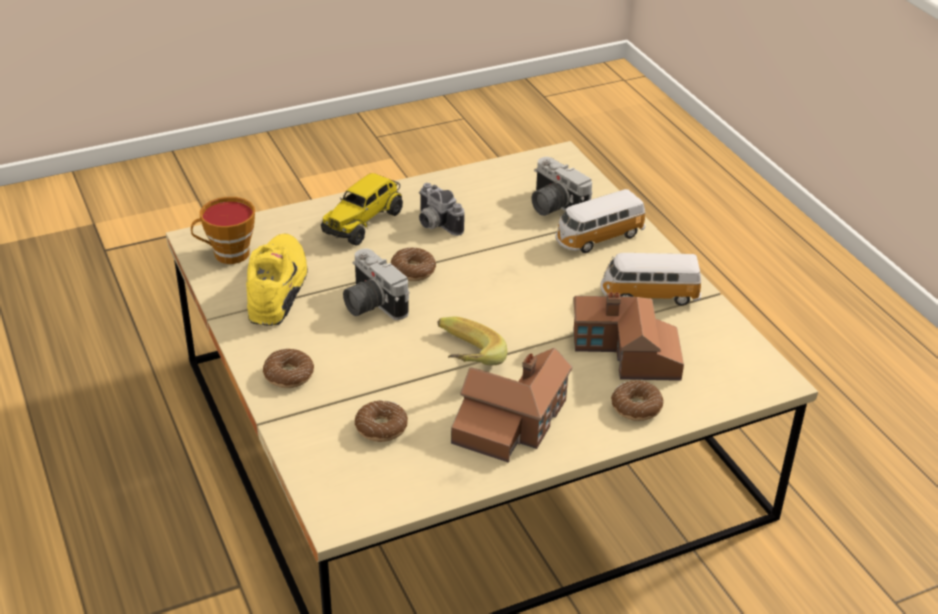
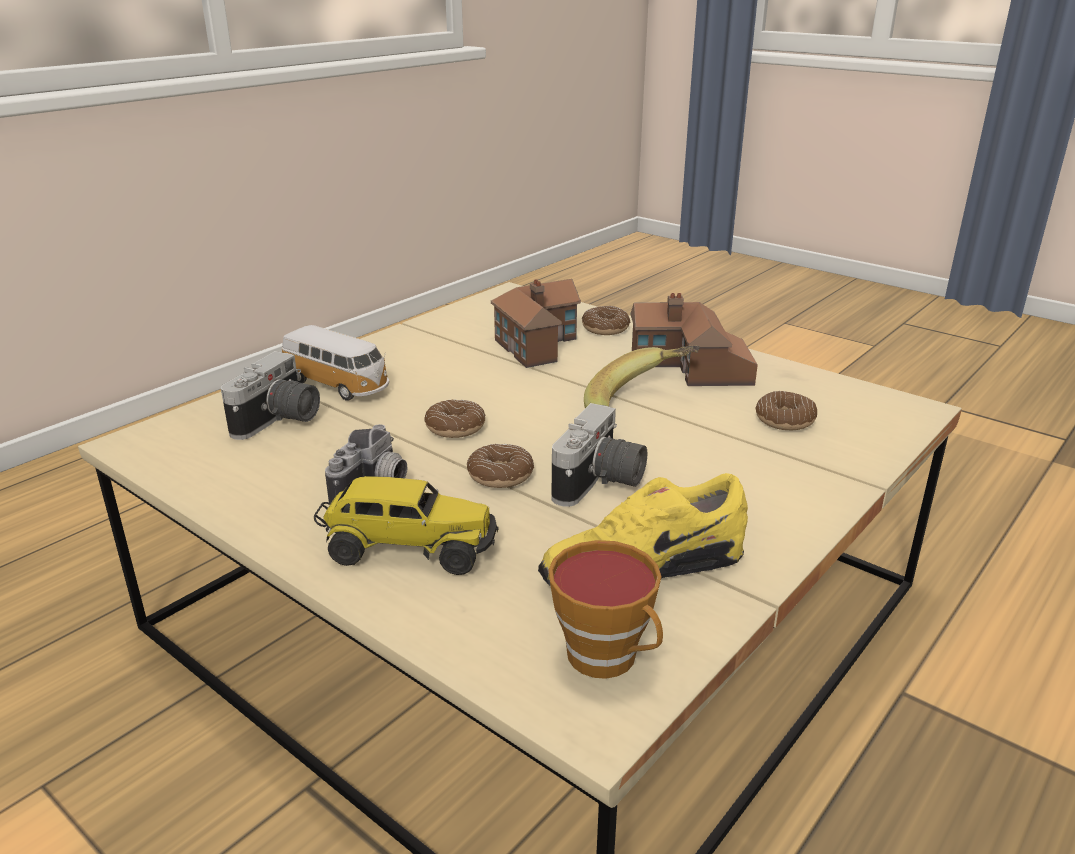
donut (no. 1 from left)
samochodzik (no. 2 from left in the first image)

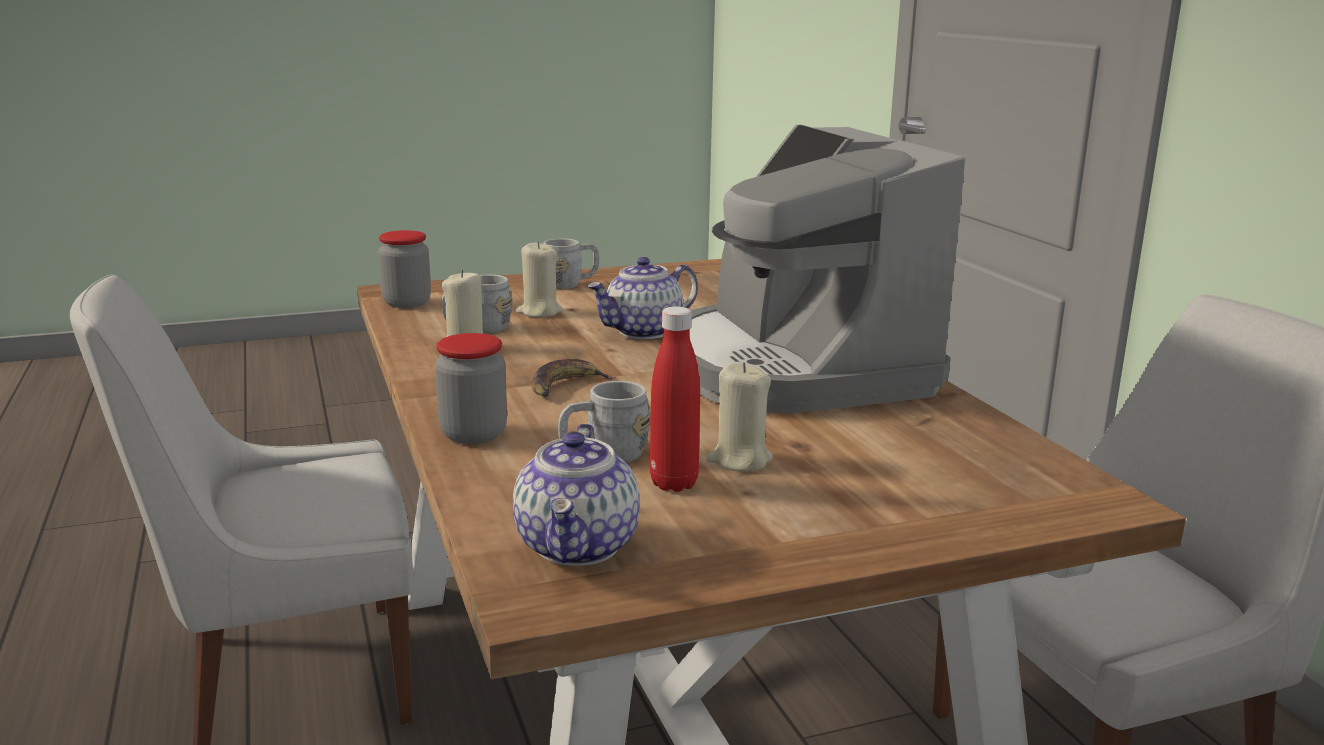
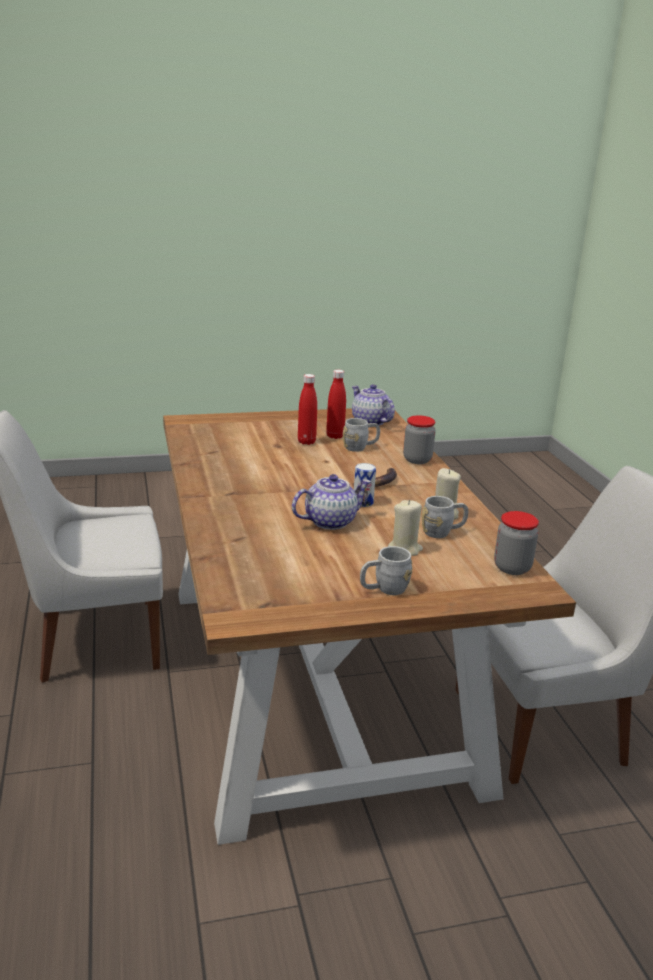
imbryk (no. 2 from left)
ekspres do kawy
butelka (czerwony) (no. 1 from left)
puszka

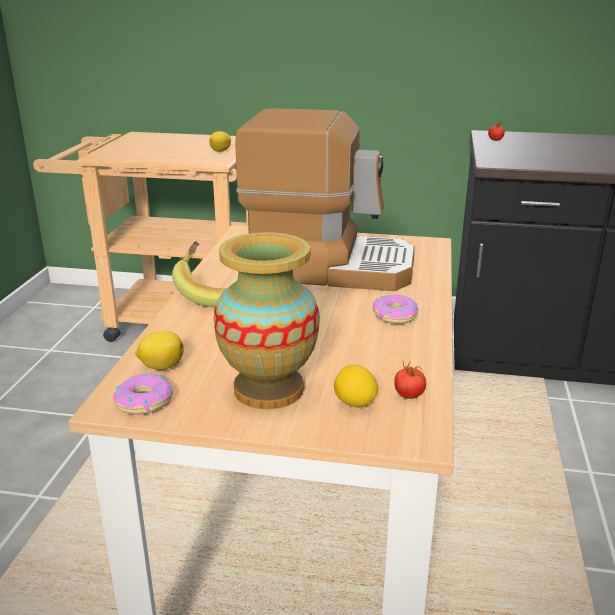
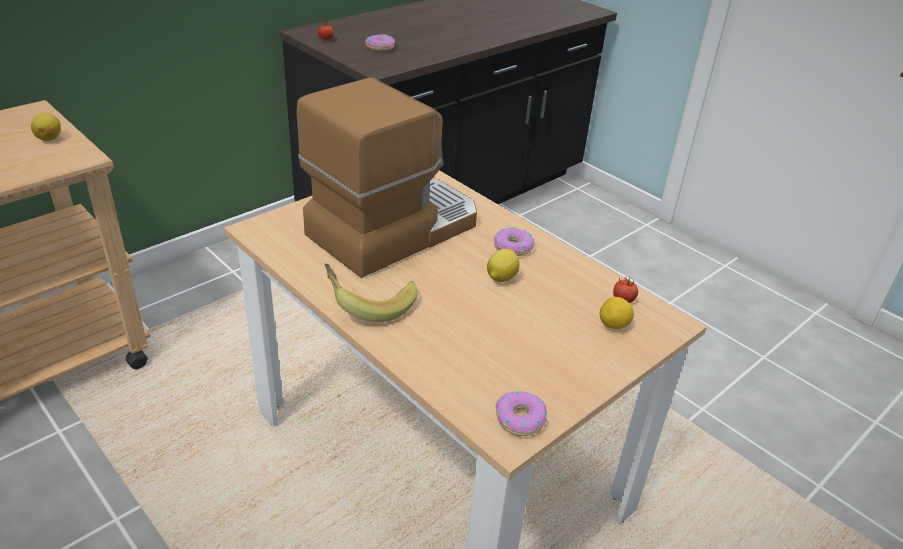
cytryna (no. 2 from left)
wazon
donut (no. 1 from left)

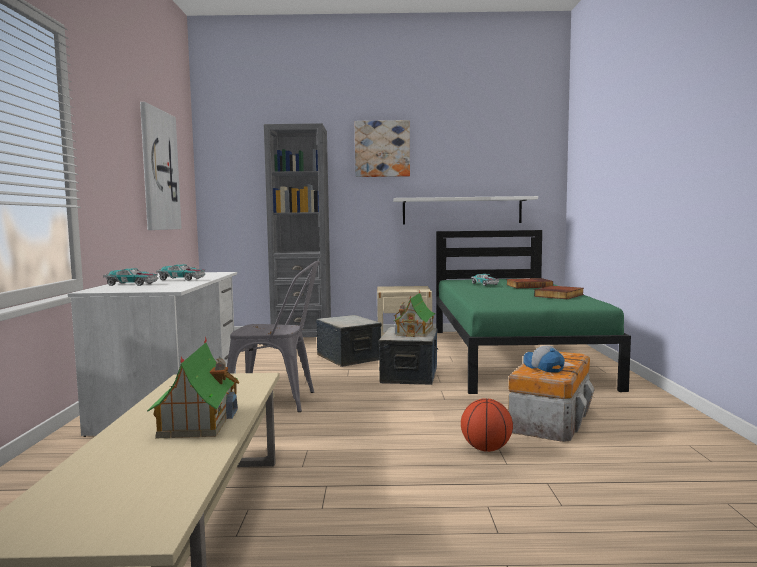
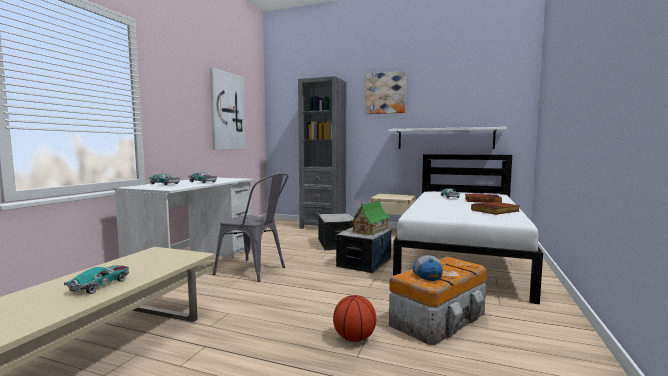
samochodzik (no. 1 from left)
łóżko (biały)

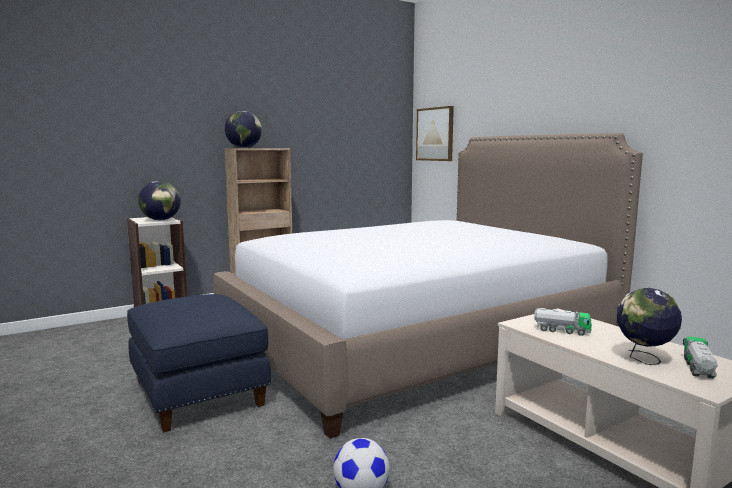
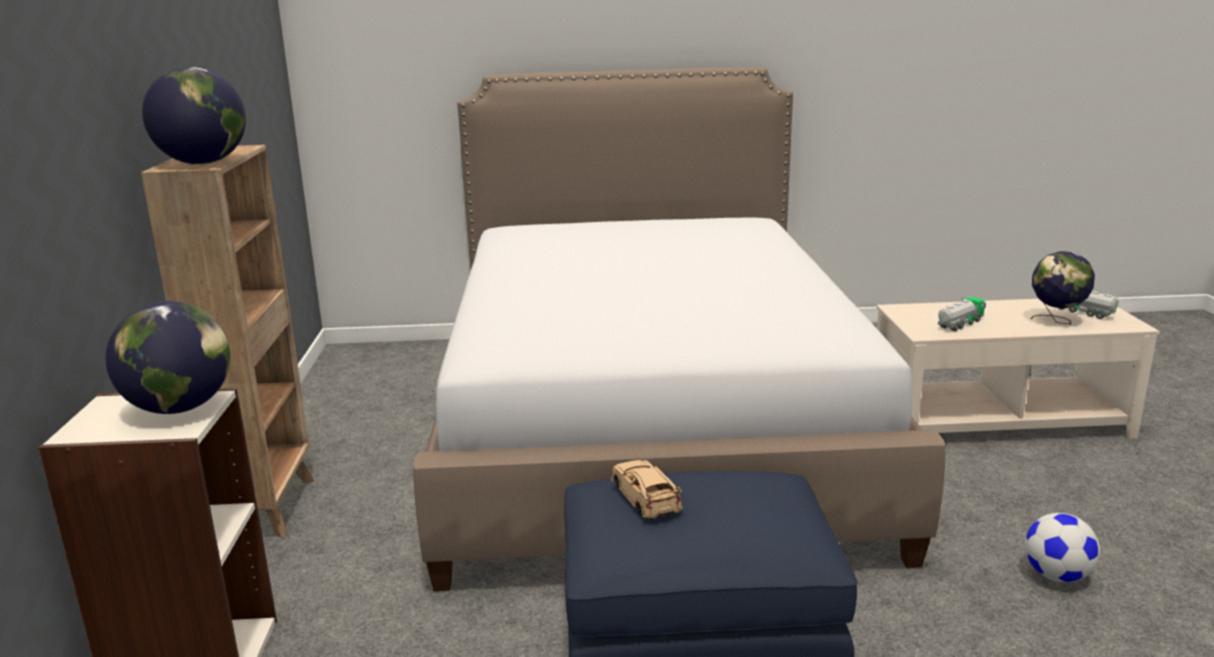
obraz
samochodzik (beżowy)

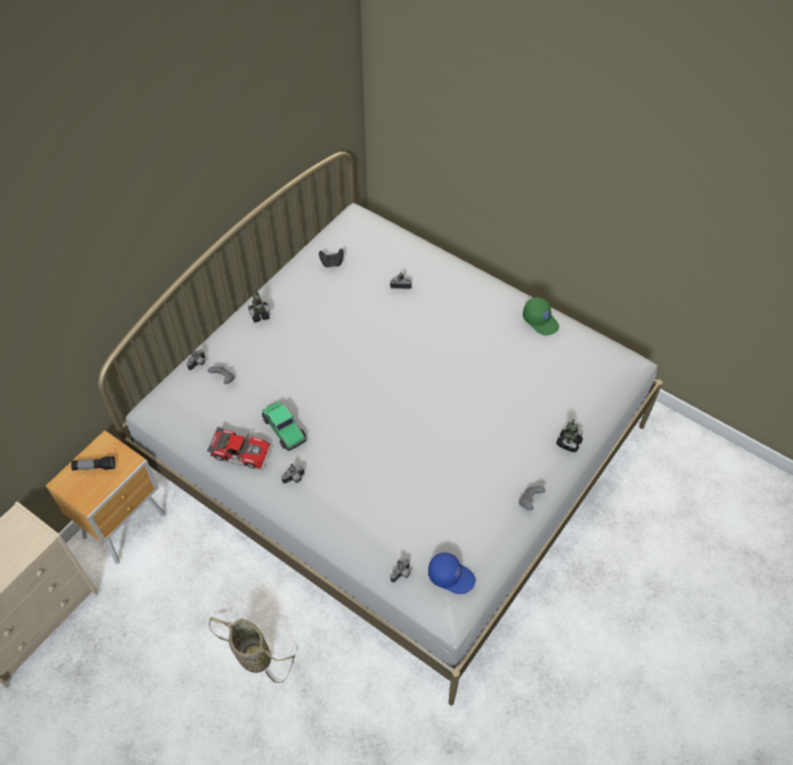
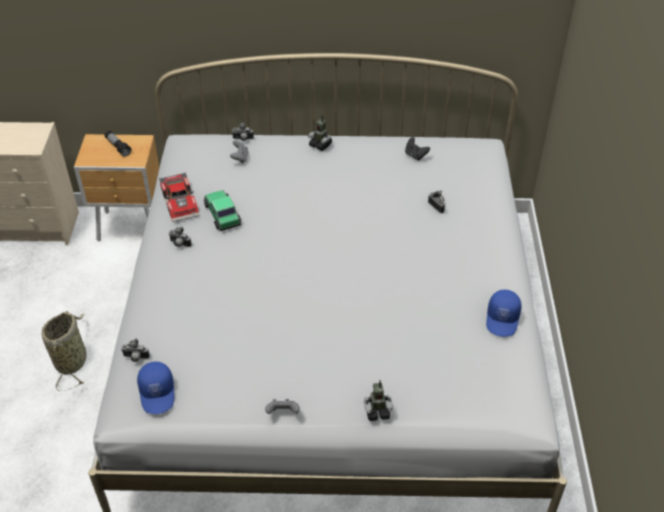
samochodzik (no. 2 from left)
czapka z daszkiem (niebieski) (no. 2 from left)

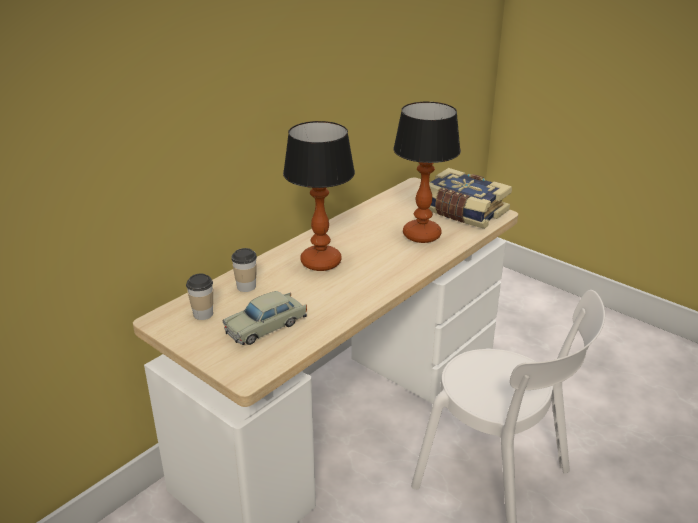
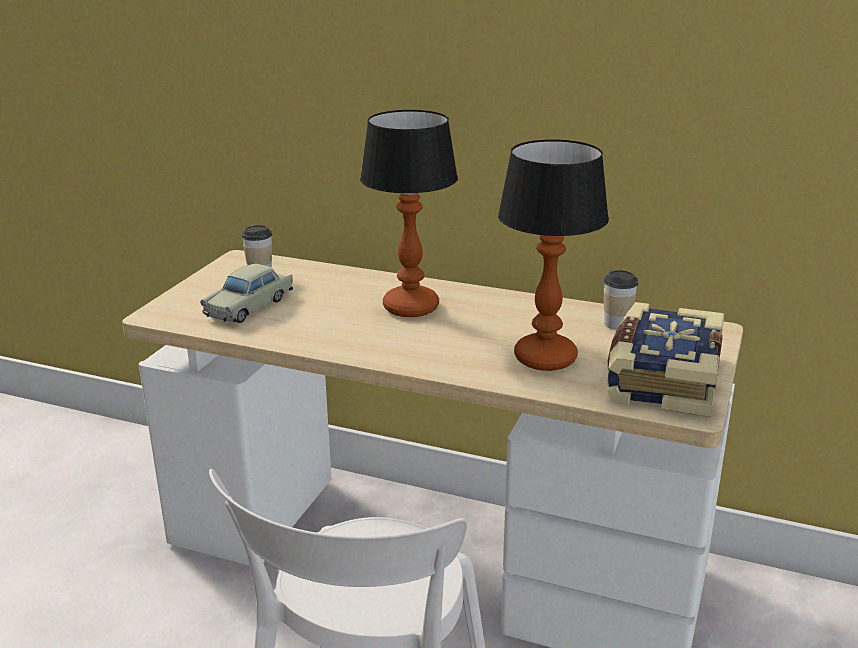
samochodzik (beżowy)
filiżanka (no. 2 from left)

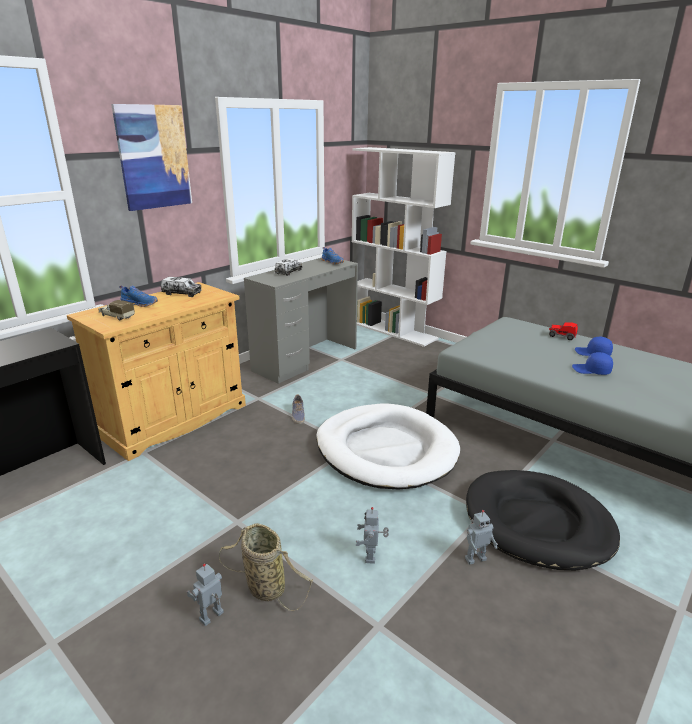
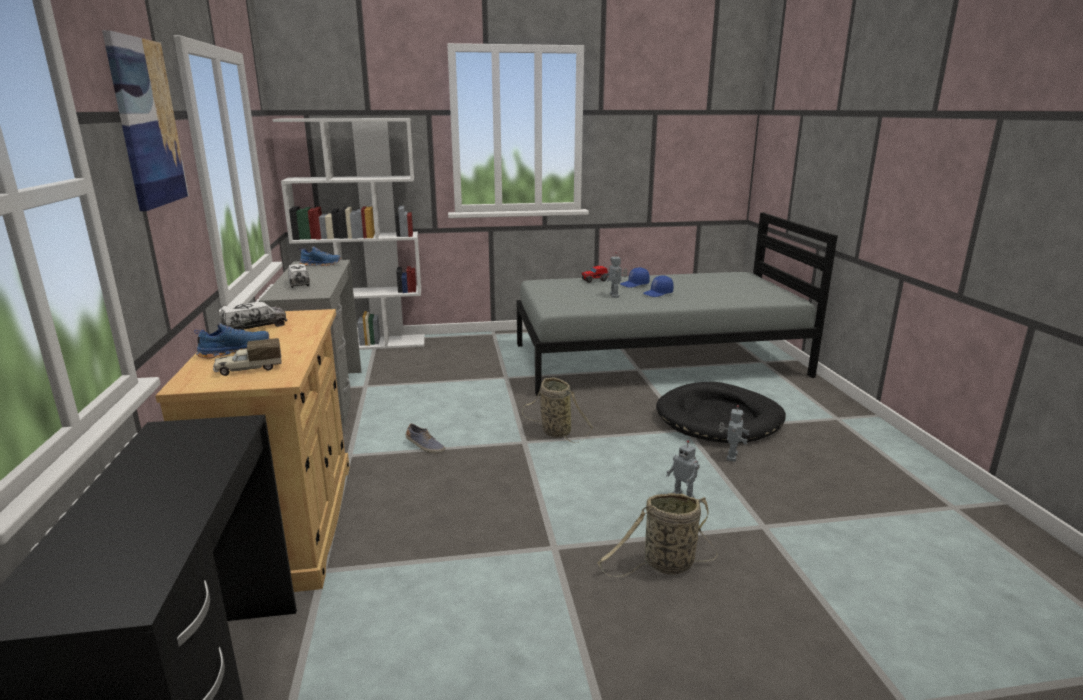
robot zabawkowy (no. 1 from left)
koszyk (no. 1 from left)

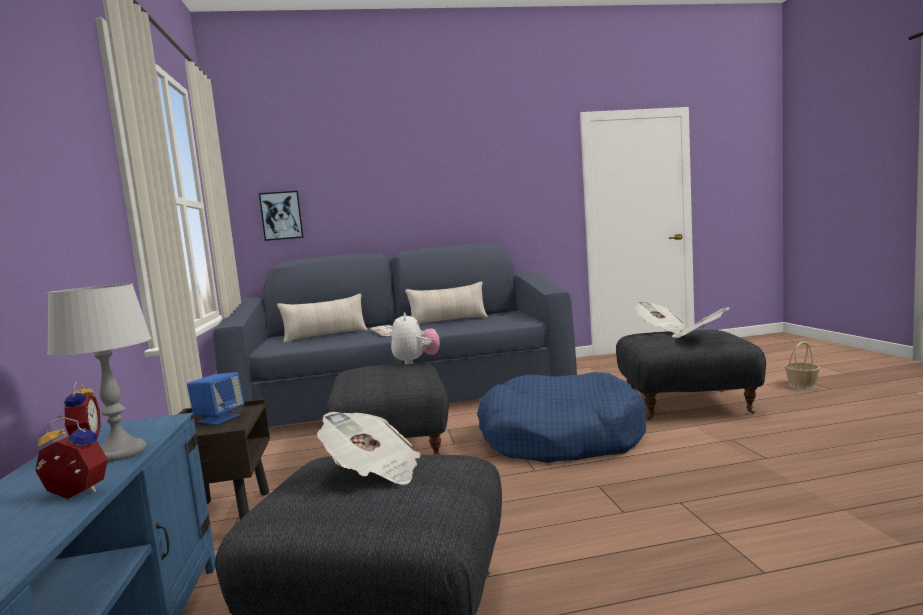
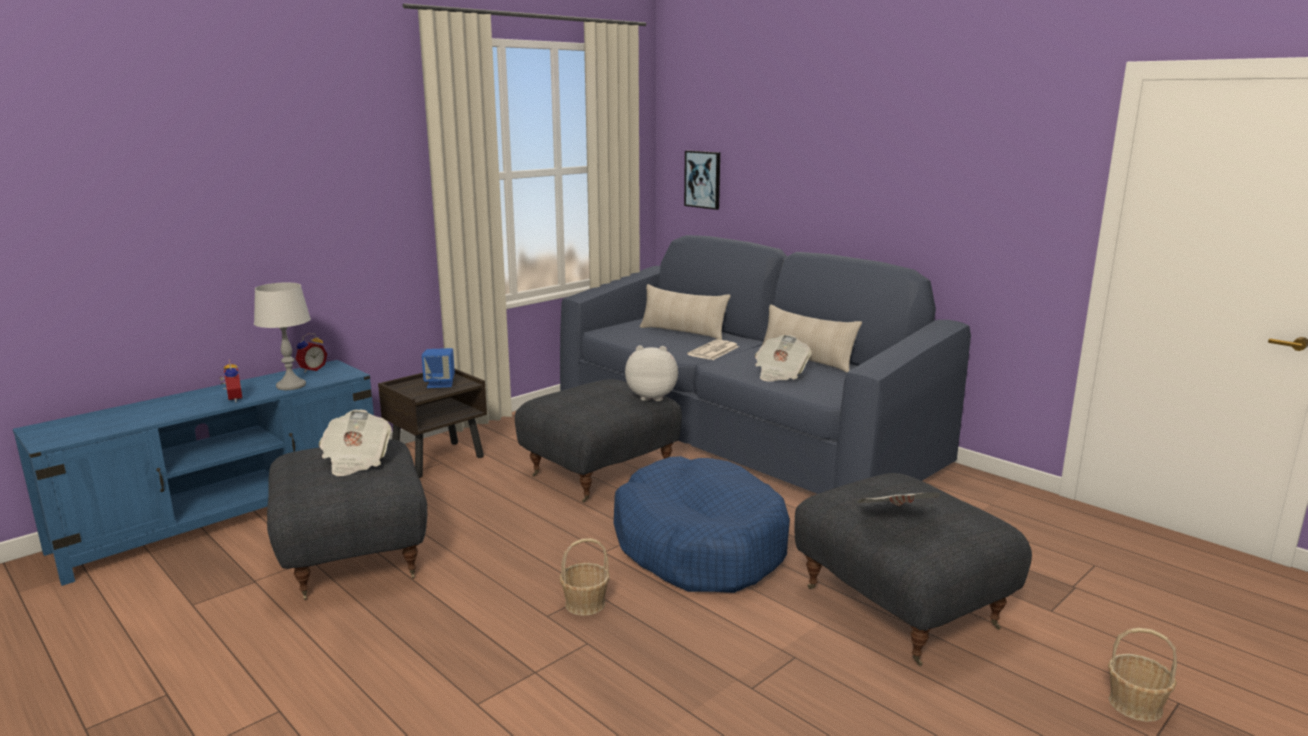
pluszak
gazeta (no. 3 from left)
koszyk (no. 1 from left)

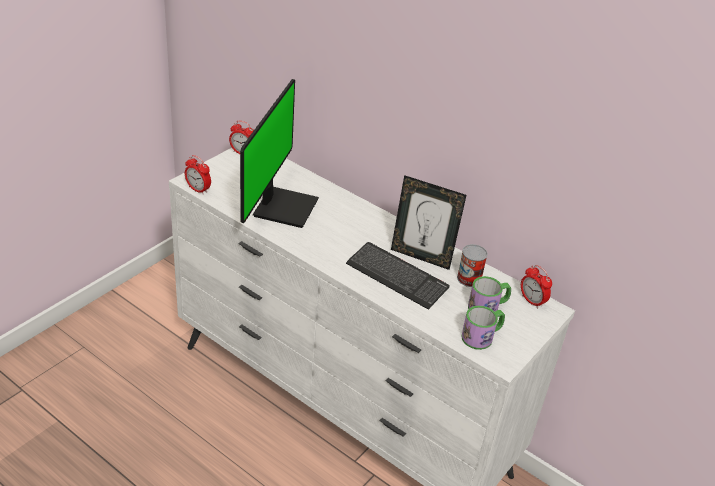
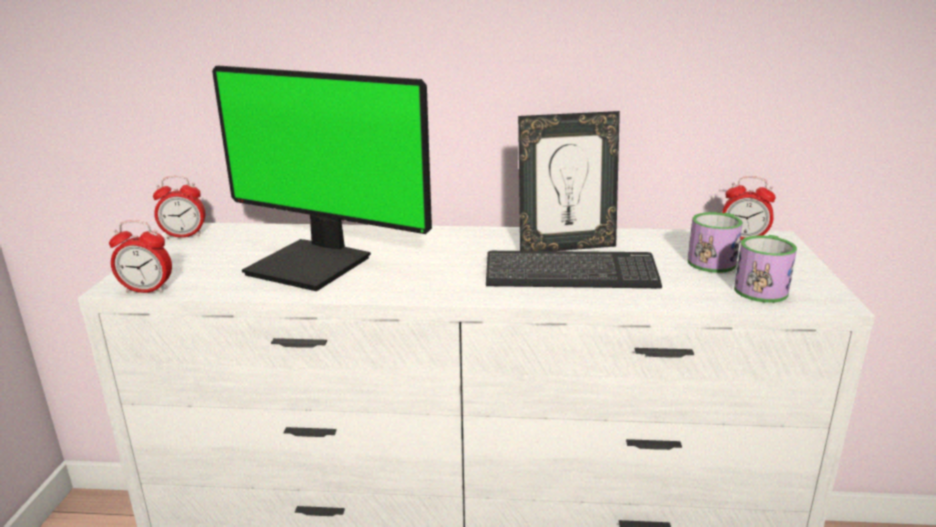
monitor
puszka

